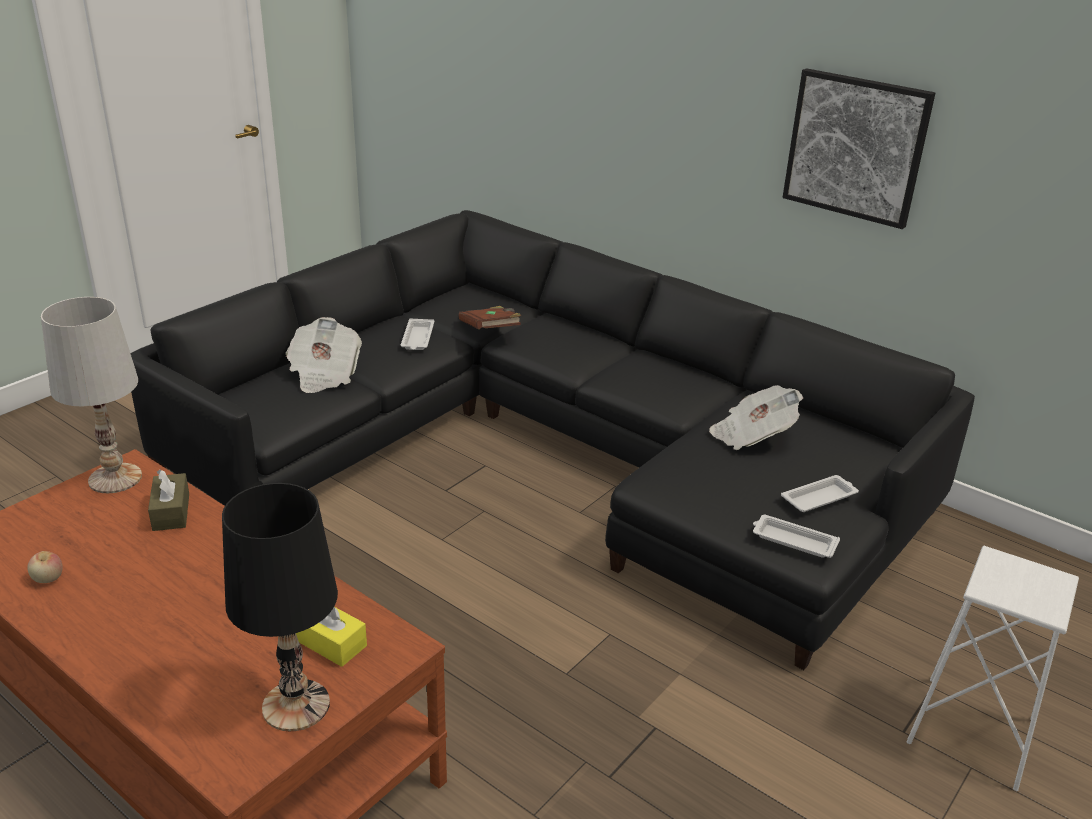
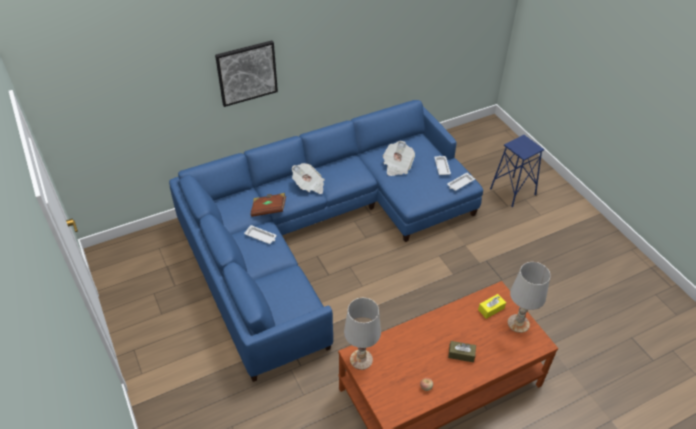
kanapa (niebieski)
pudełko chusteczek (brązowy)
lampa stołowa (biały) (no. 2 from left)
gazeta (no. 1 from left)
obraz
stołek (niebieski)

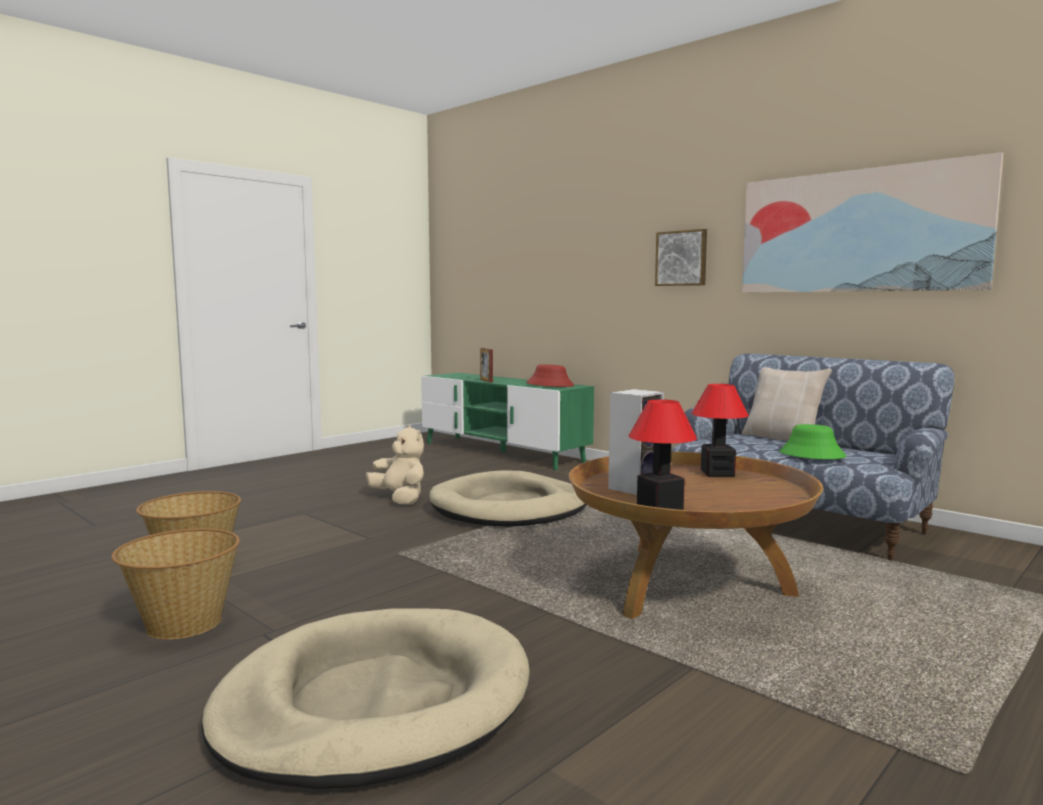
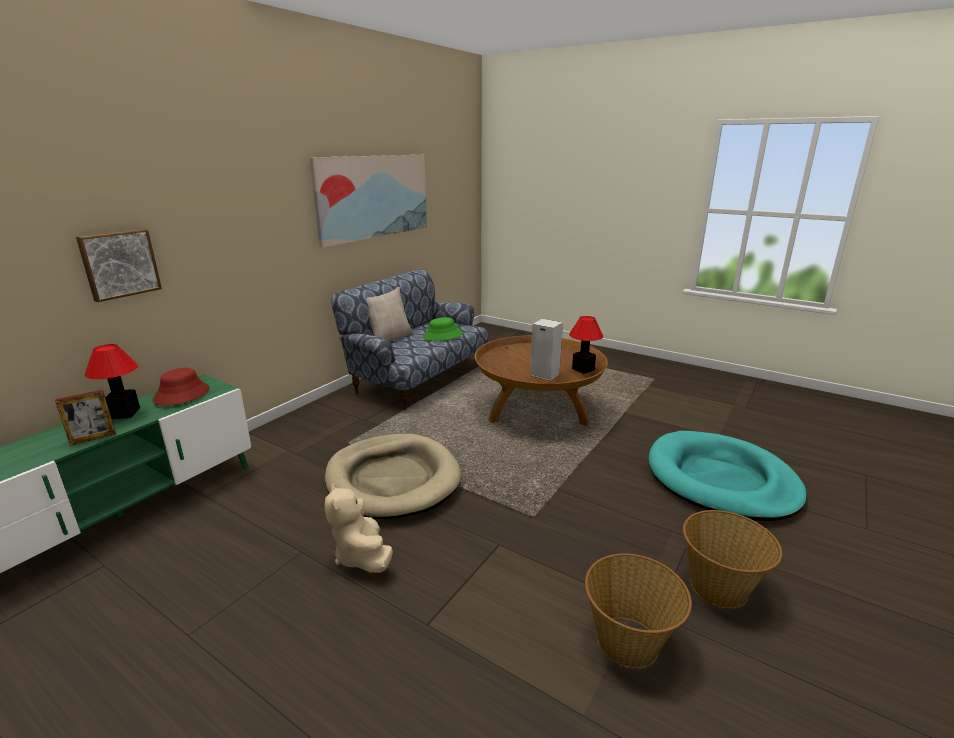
legowisko (turkusowy)
pluszak (beżowy)
obraz (no. 1 from left)
lampa stołowa (no. 1 from left)

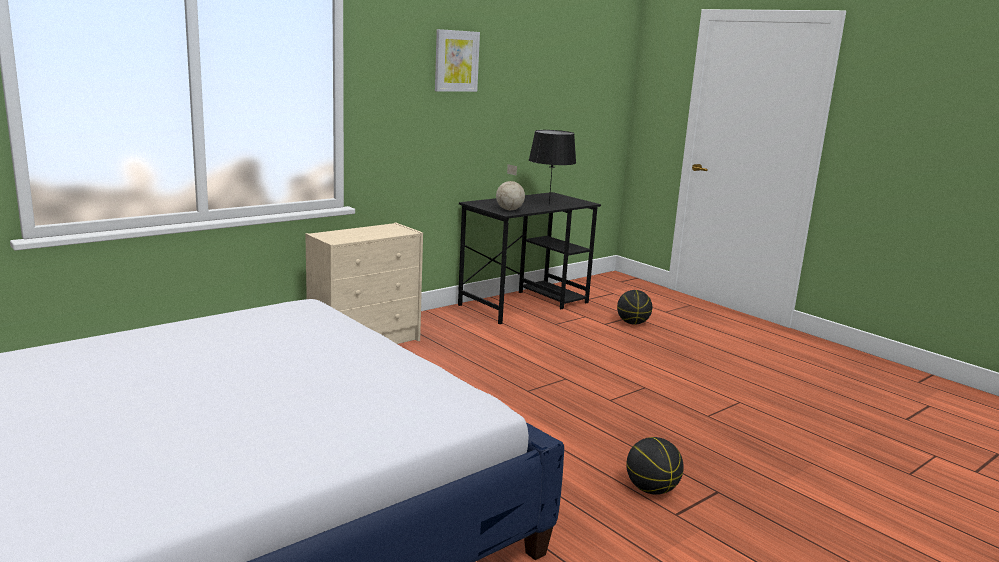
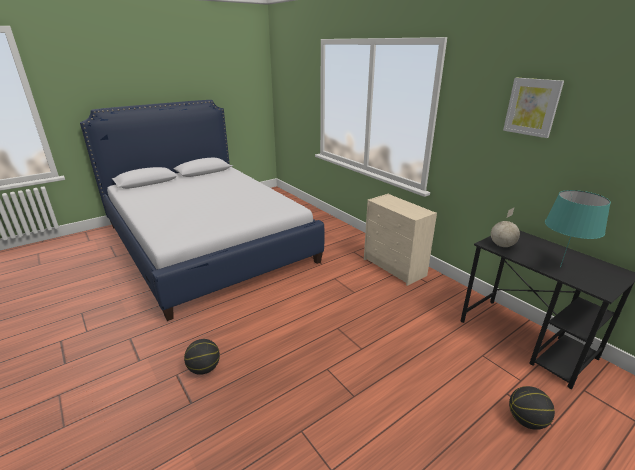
lampa stołowa (turkusowy)

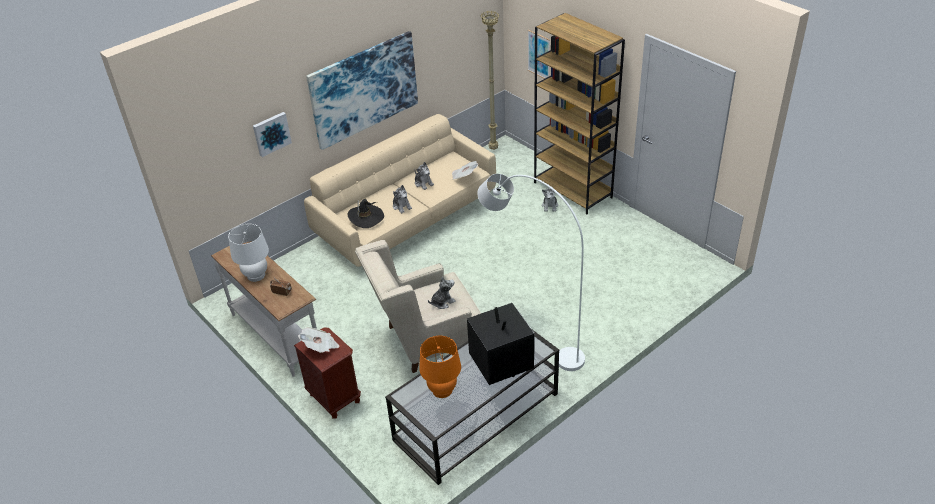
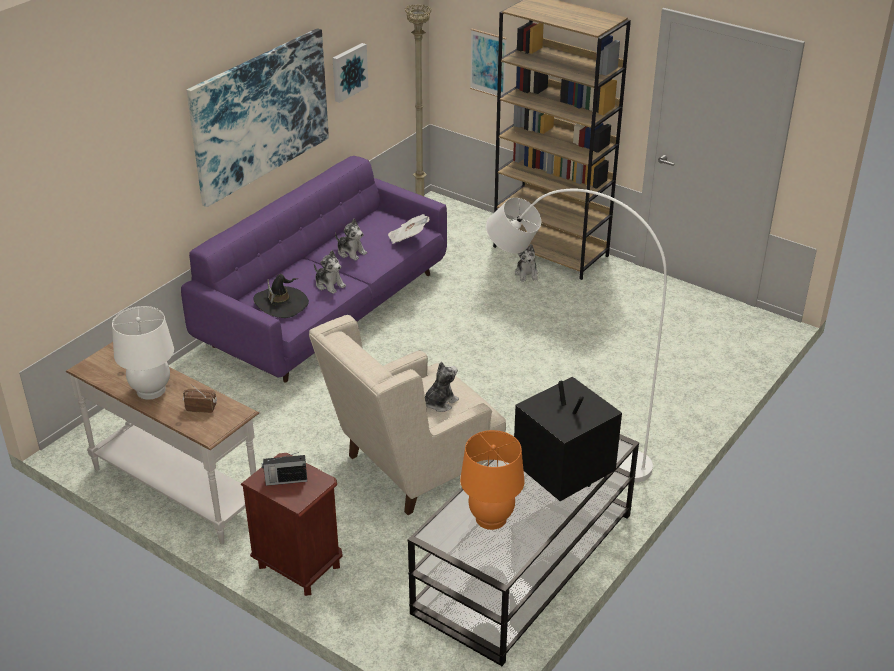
obraz (no. 2 from left)
radio (no. 2 from left)
kanapa (fioletowy)

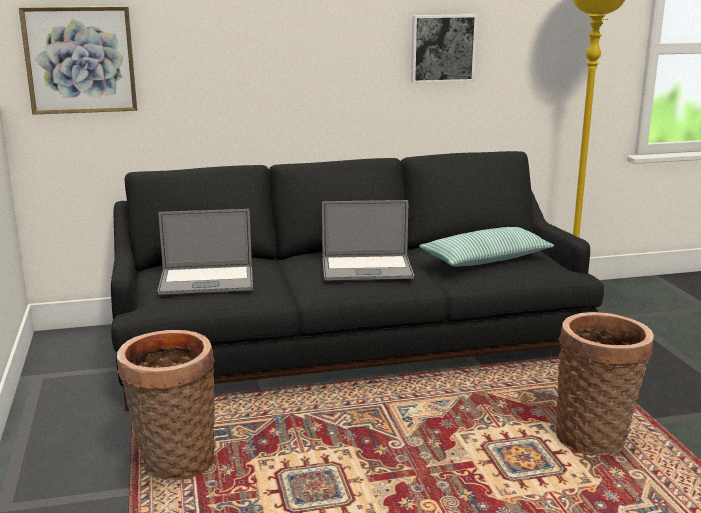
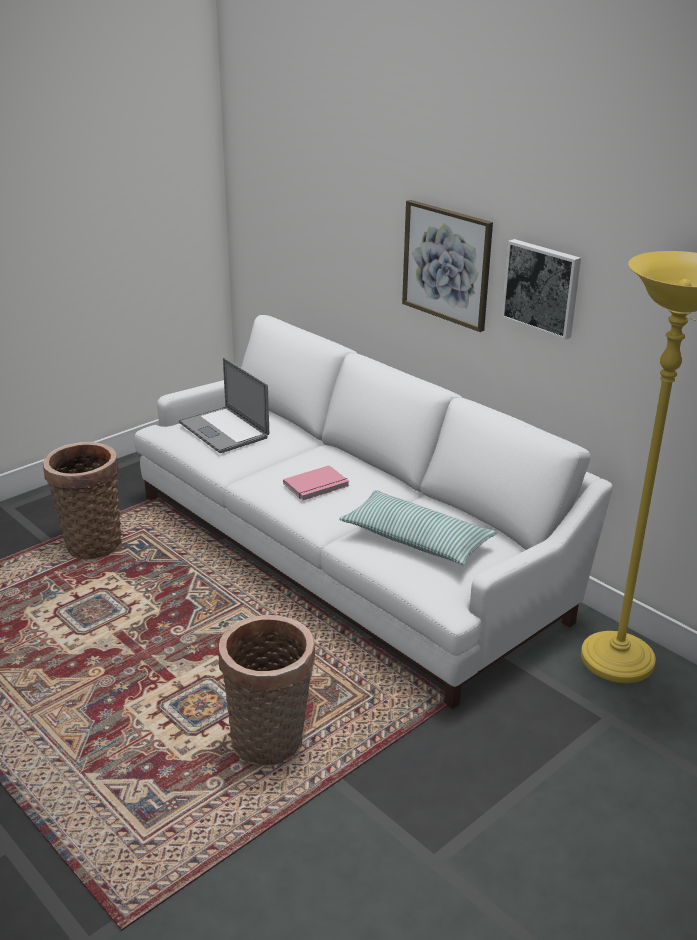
obraz (no. 1 from left)
kanapa (biały)
książka (różowy)

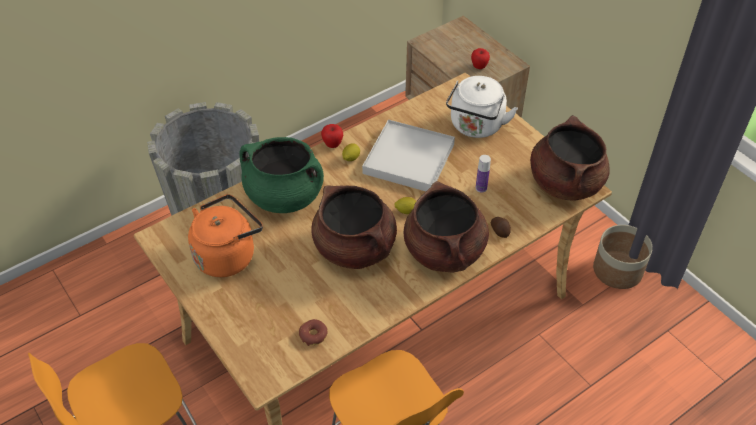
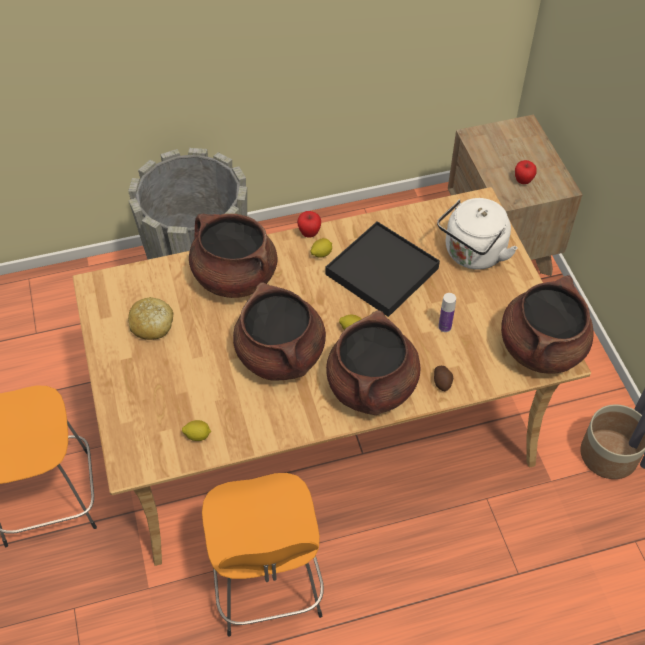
chleb
garnek (brązowy) (no. 1 from left)
cytryna (no. 1 from left)
taca (czarny)

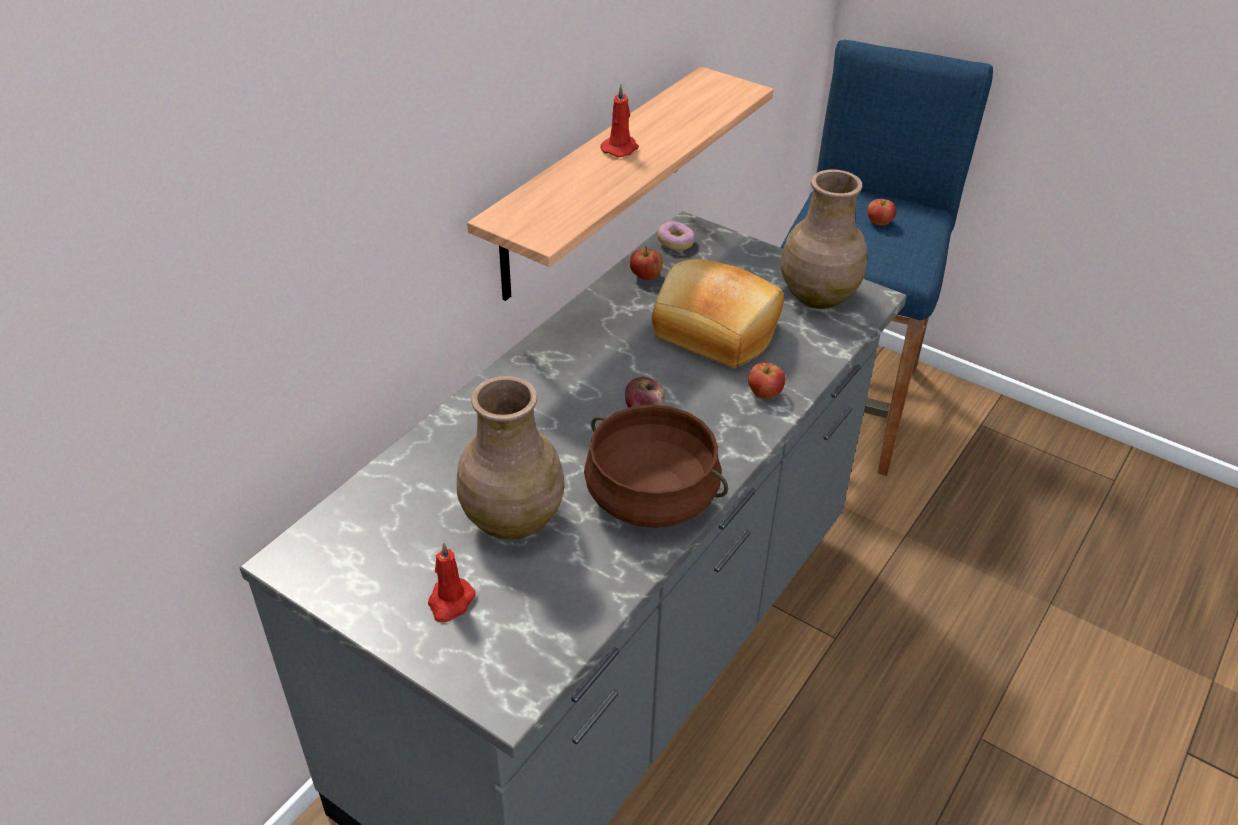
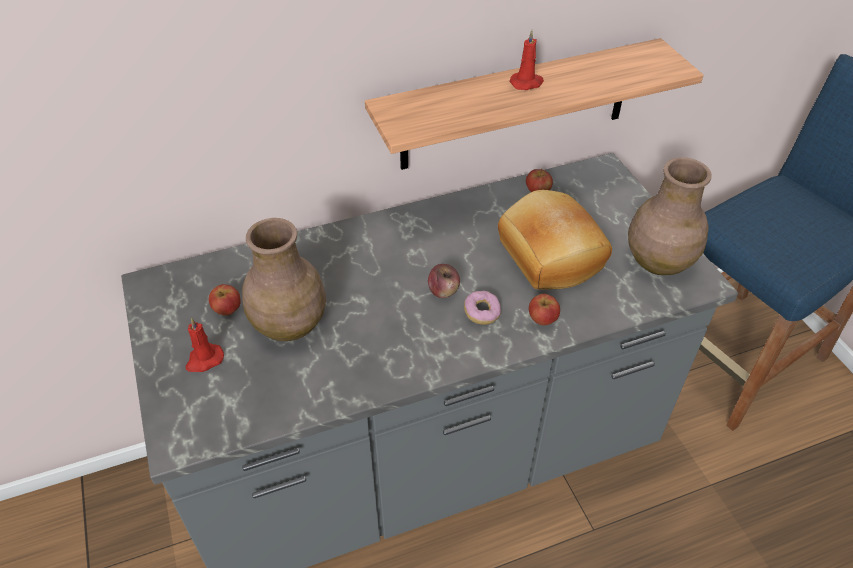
garnek (brązowy)
donut
jabłko (no. 1 from left)

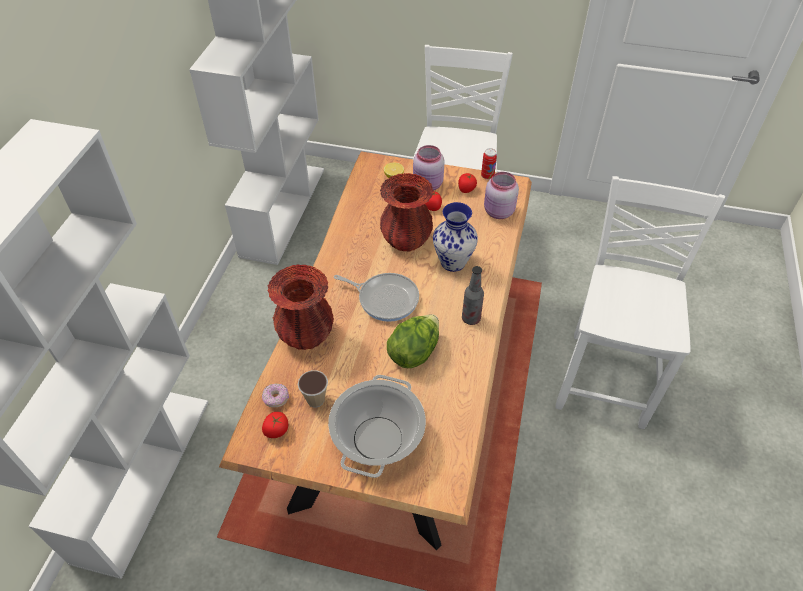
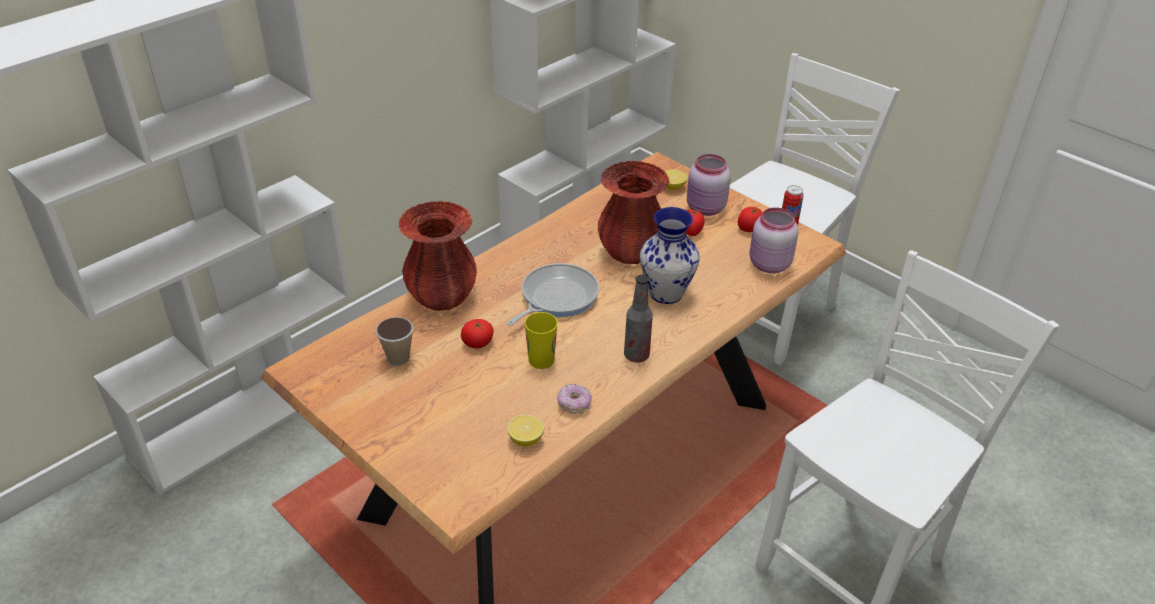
donut
pomidor (no. 1 from left)
garnek
patelnia
filiżanka (no. 2 from left)
cytryna (no. 1 from left)

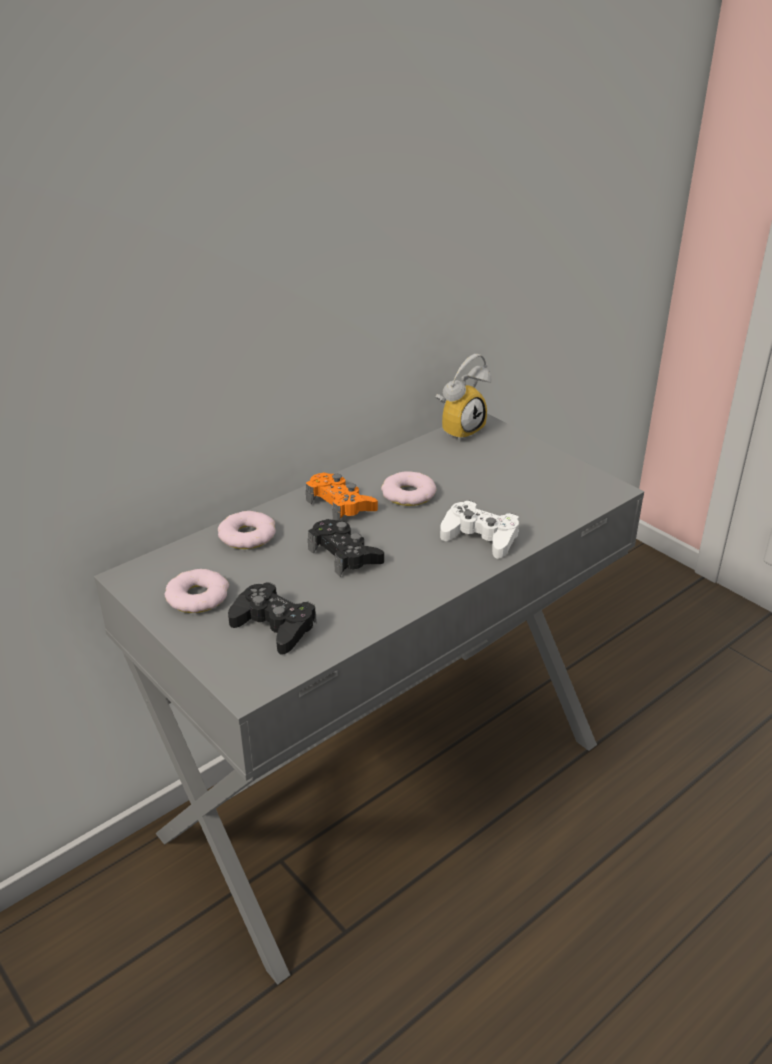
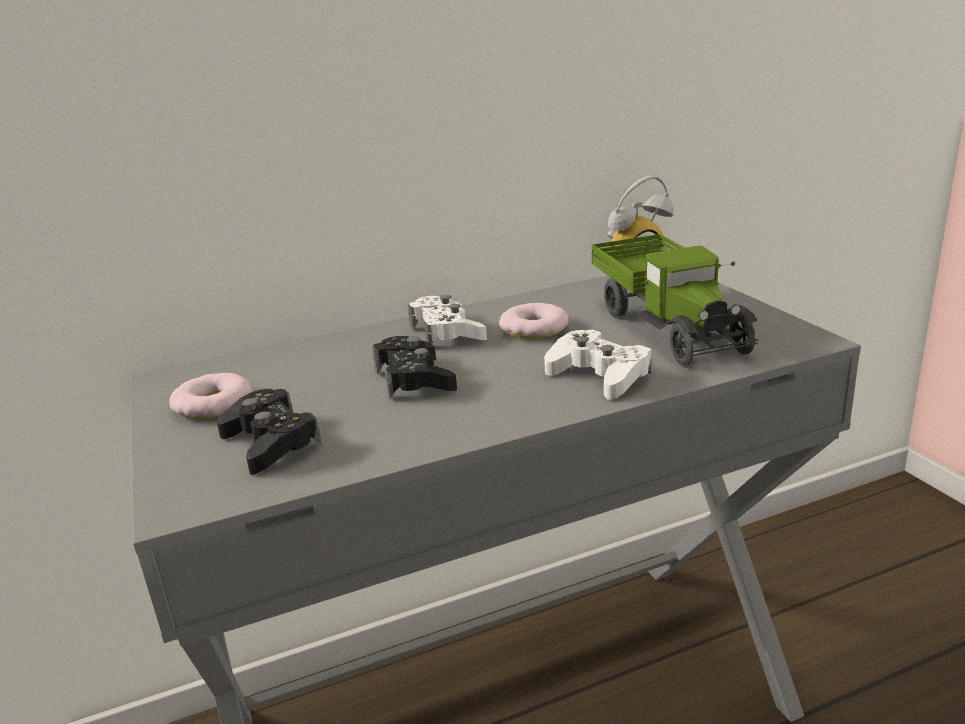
donut (no. 2 from left in the first image)
pad do gier (biały) (no. 1 from left)
ciężarówka zabawkowa

